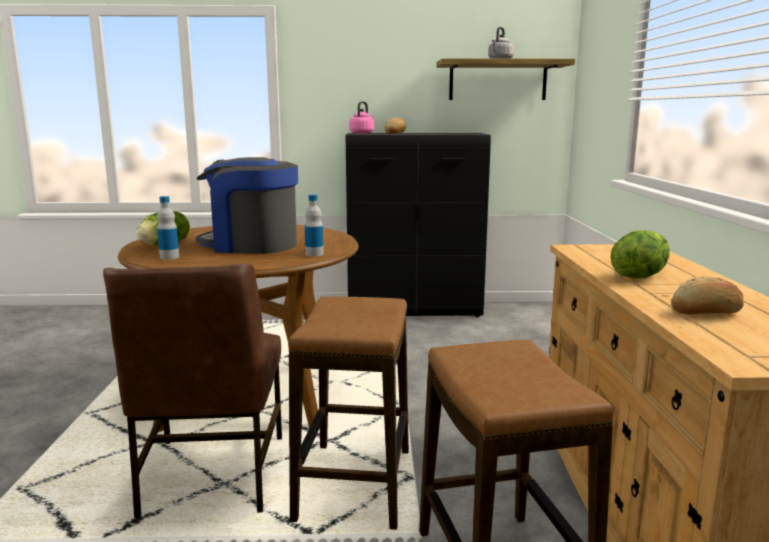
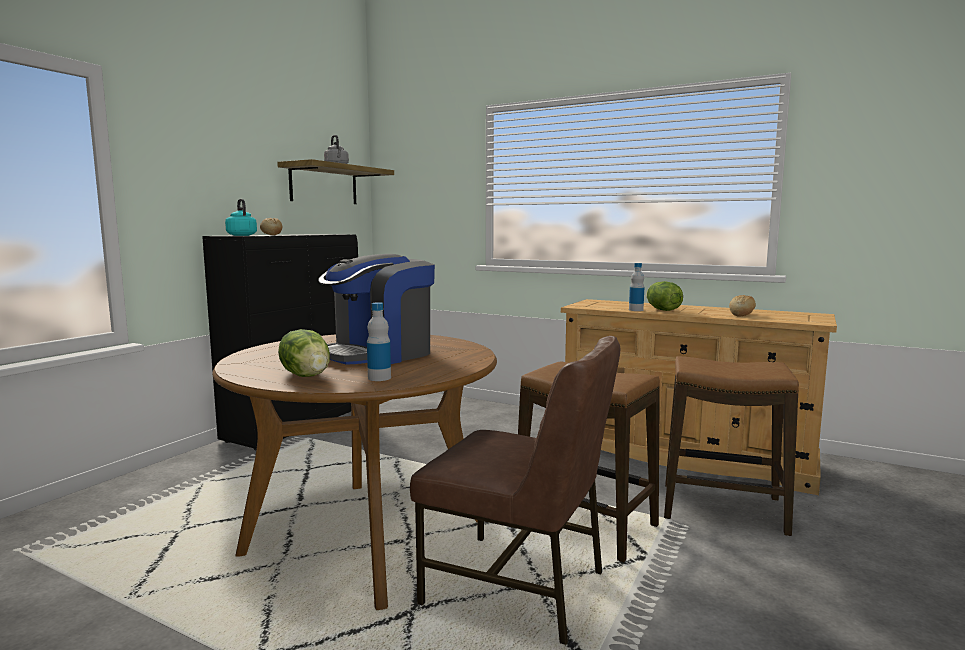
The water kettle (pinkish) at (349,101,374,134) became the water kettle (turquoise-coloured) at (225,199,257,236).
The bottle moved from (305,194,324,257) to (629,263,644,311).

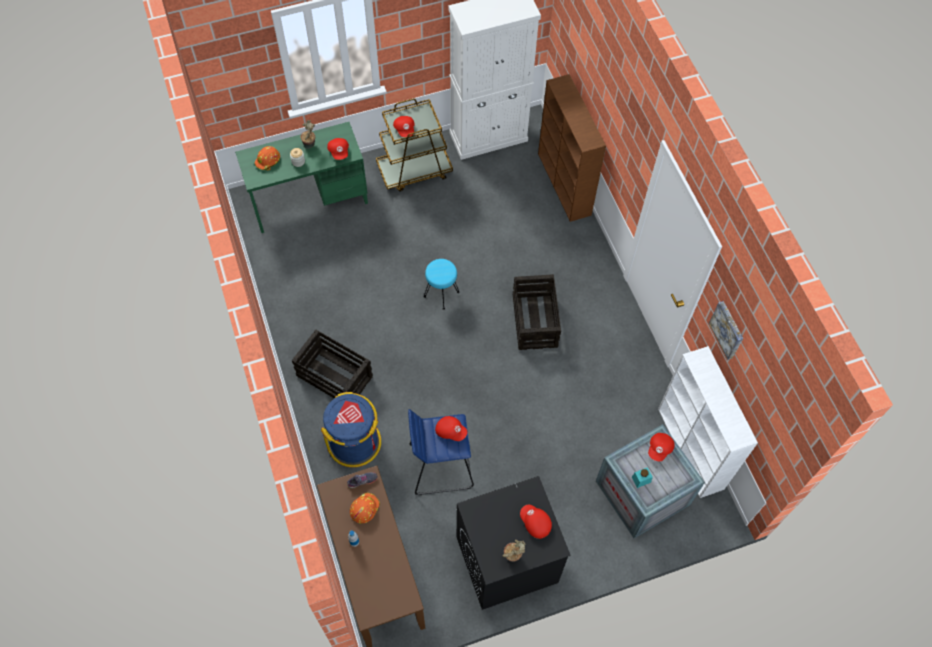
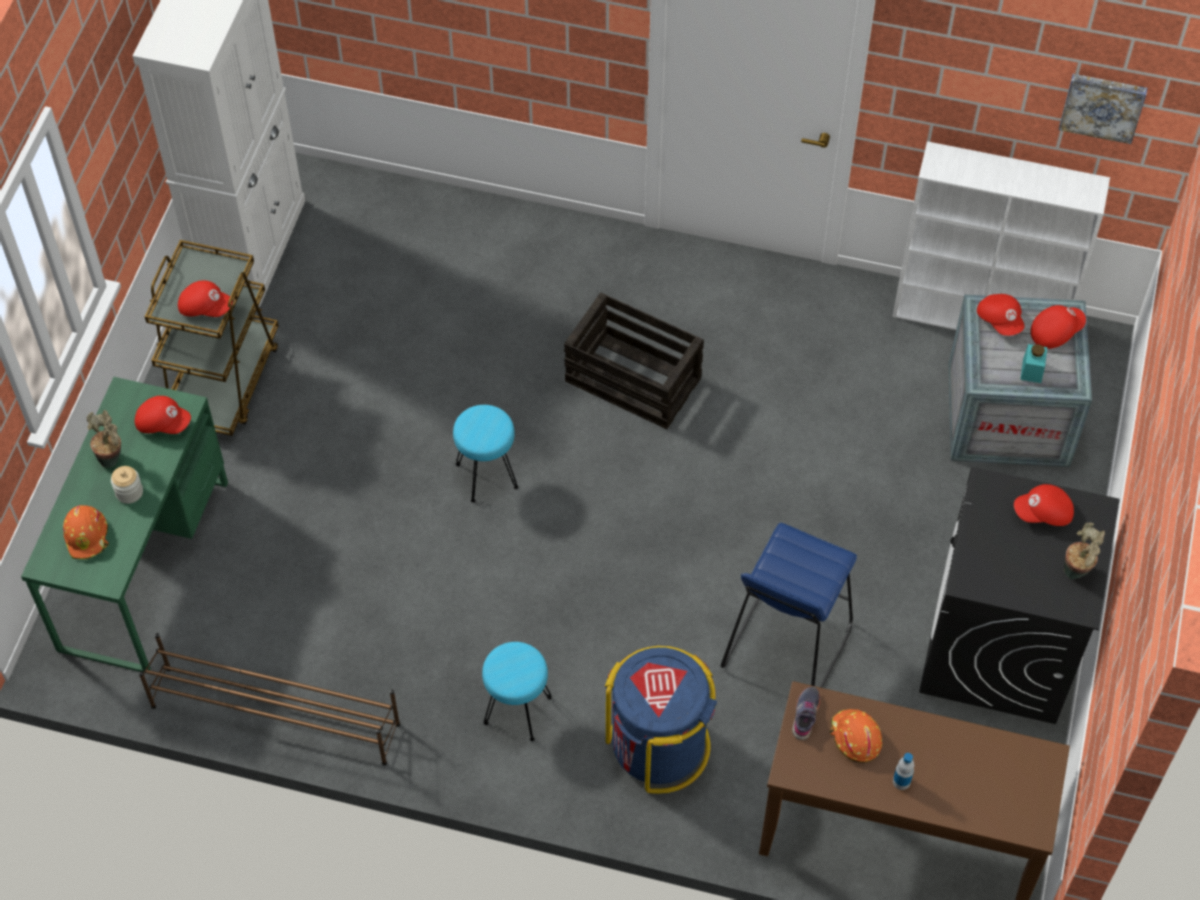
The bookshelf (brownish) at (538,74,606,222) disappeared.
The picture moved from (709,301,743,360) to (1059,74,1147,144).
The shipping crate at (292,330,373,399) was replaced by the stool seat (turquoise-coloured) at (482,642,552,741).
The peaked cap (red) moved from (435,416,467,441) to (1031,305,1086,349).
The shoe rack (brownish) at (139,633,400,765) appeared.

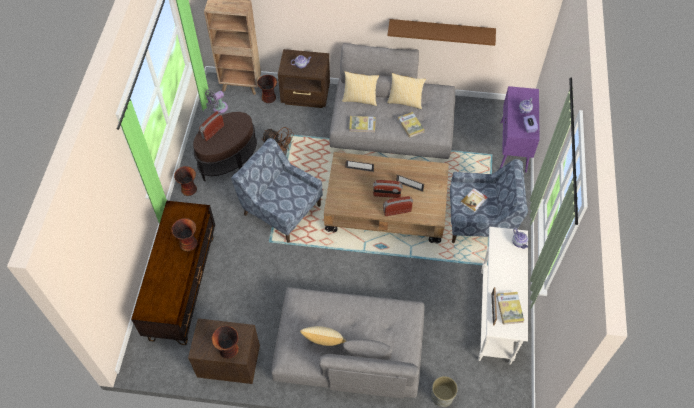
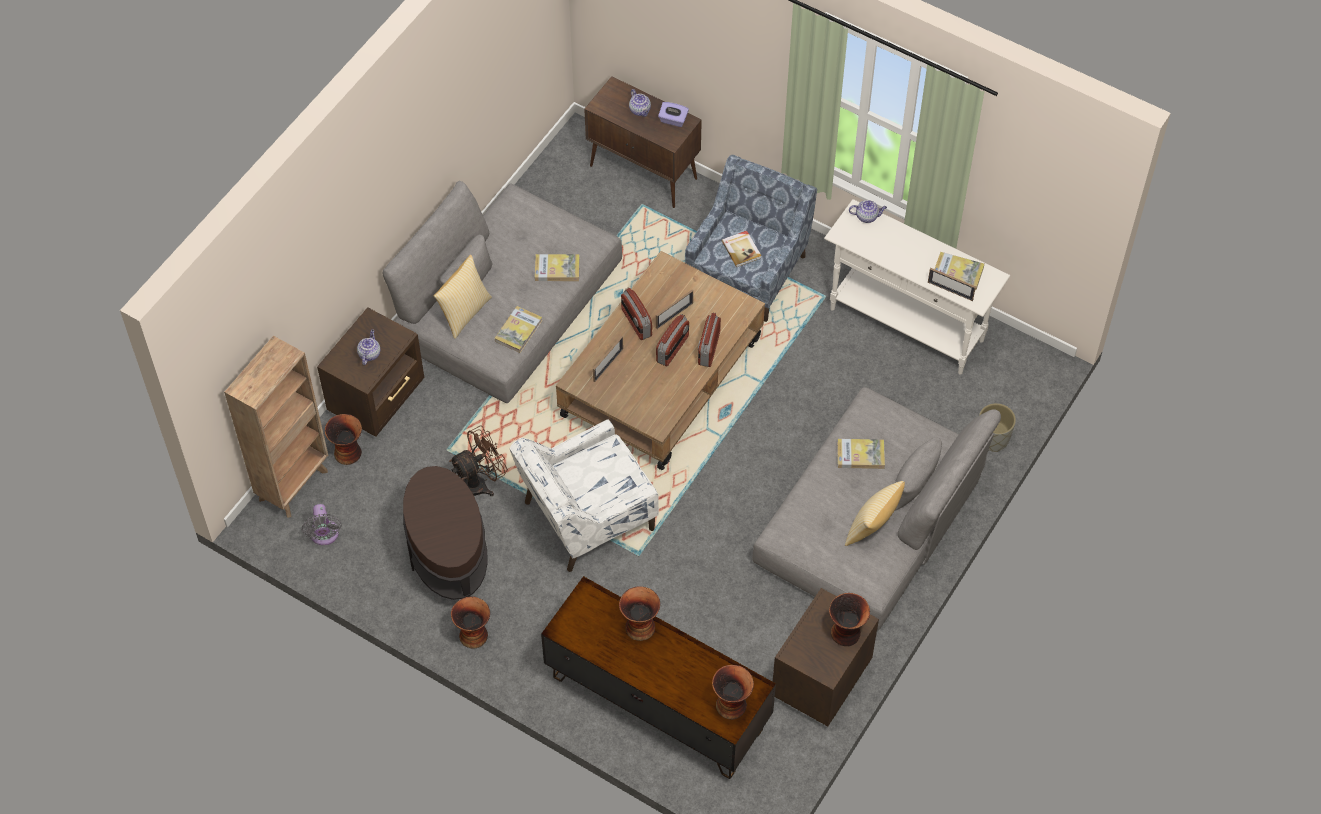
The shelf (brownish) at (388,19,496,46) disappeared.
The pillow at (387,73,426,109) disappeared.
The storage cabinet (purple) at (500,86,540,172) became the storage cabinet (brownish) at (584,76,702,208).
The radio set moved from (199,111,224,141) to (621,288,652,340).
The lounge chair (blue) at (231,138,323,243) became the lounge chair (white) at (509,420,659,572).
The bound book at (837,439,885,469) appeared.
The vase at (712,665,754,720) appeared.

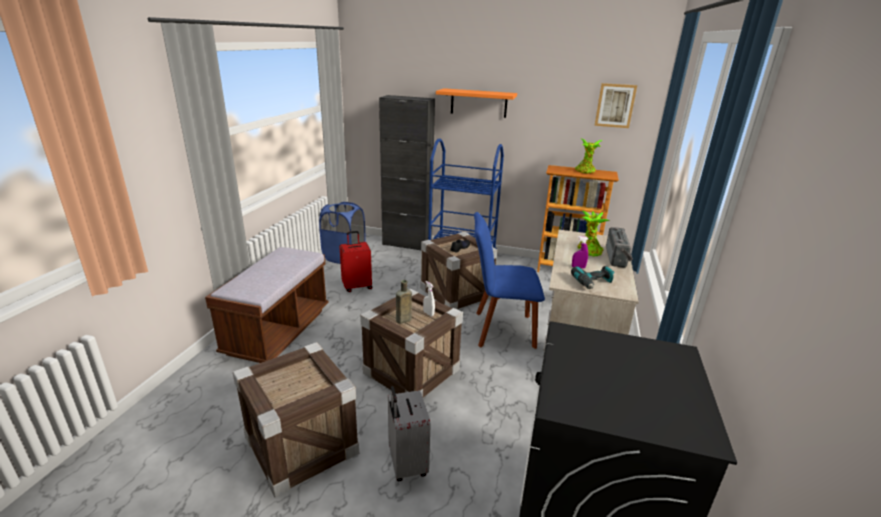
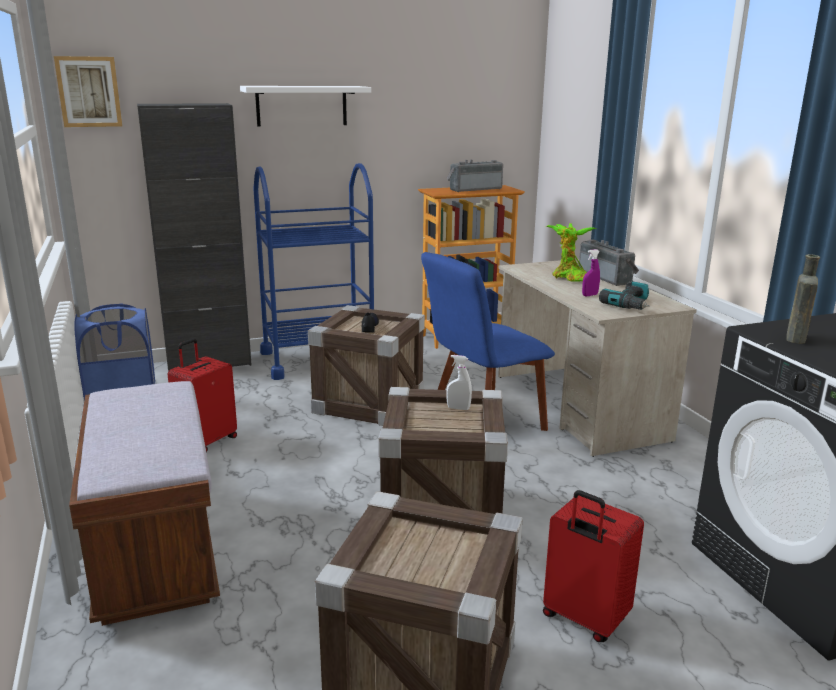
The picture moved from (595,83,637,128) to (54,56,122,127).
The shelf (orange) at (436,88,517,118) became the shelf (white) at (240,86,371,127).
The potted plant at (575,139,603,173) was replaced by the radio set at (447,160,503,192).
The bottle (brownish) moved from (396,280,412,324) to (786,254,820,344).
The travel case (greyish) at (388,386,431,481) became the travel case (red) at (543,490,644,642).

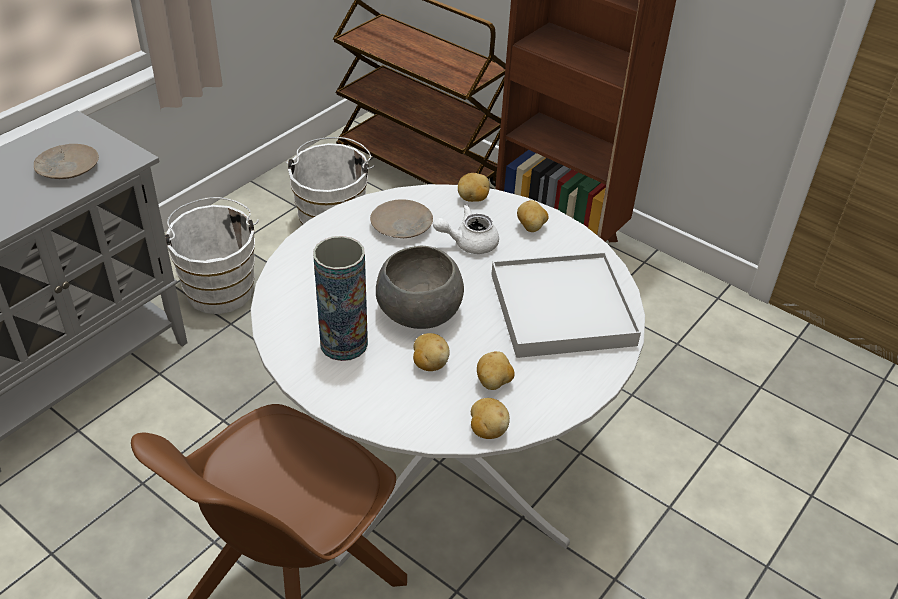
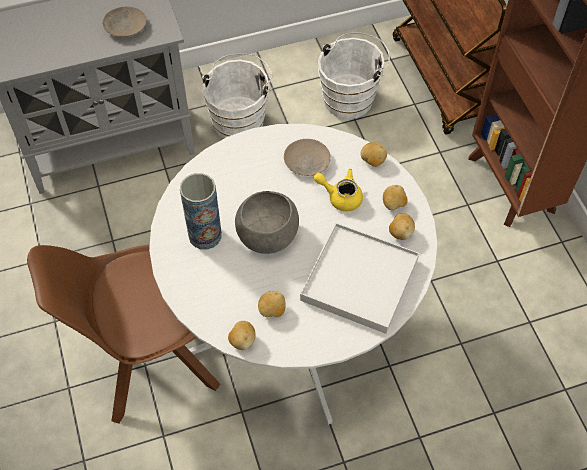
The tea pot (white) at (433,204,499,254) became the tea pot (yellow-coloured) at (314,169,363,211).
The spud moved from (413,333,449,371) to (389,213,415,240).

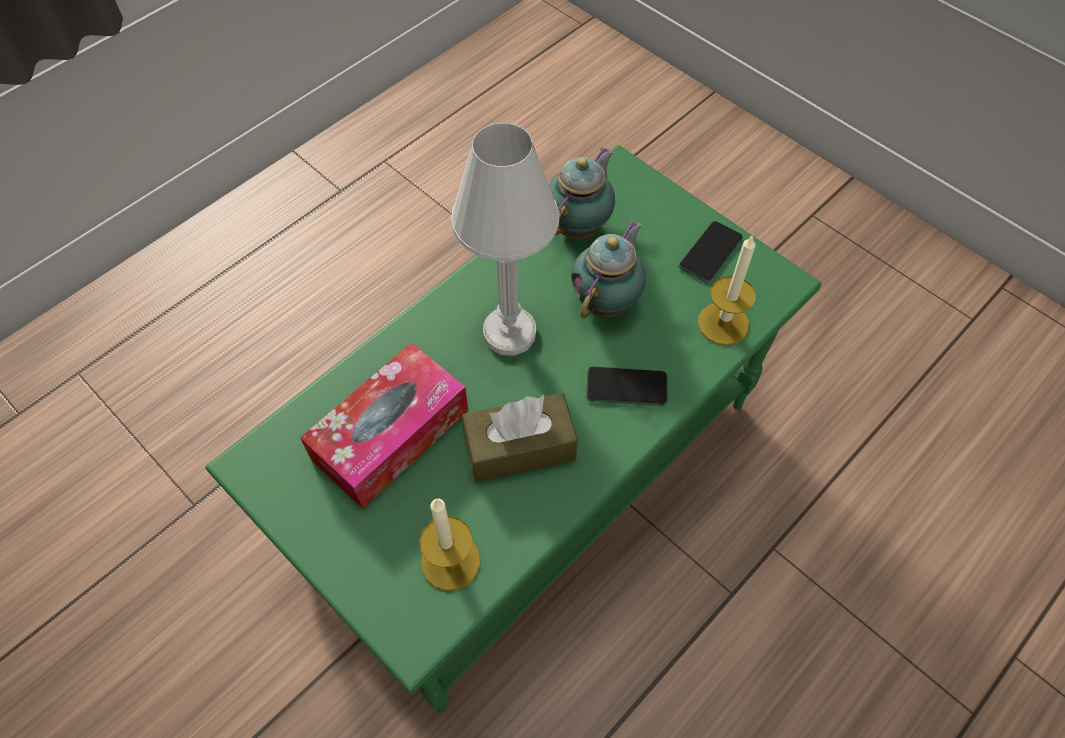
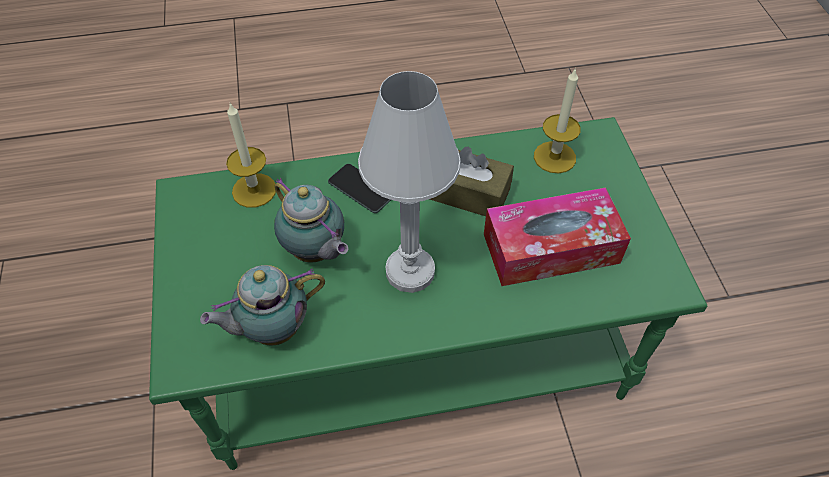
The tea pot at (571,221,646,318) turned 105 degrees counterclockwise.
The handset at (679,221,743,282) disappeared.

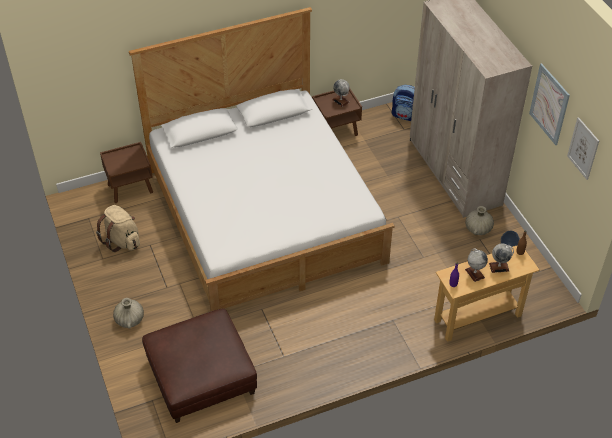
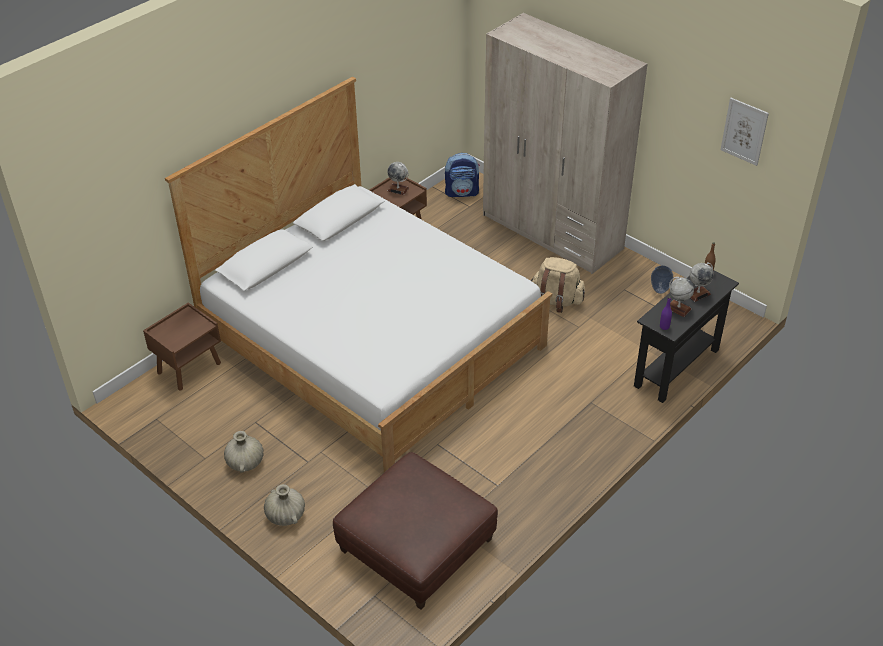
The picture at (529,63,570,145) disappeared.
The backpack (beige-coloured) moved from (96,205,140,252) to (531,257,585,313).
The vase (beige-coloured) moved from (465,206,494,235) to (224,431,264,473).
The console table (beige-coloured) at (434,246,540,342) became the console table (blackish) at (634,270,739,403).

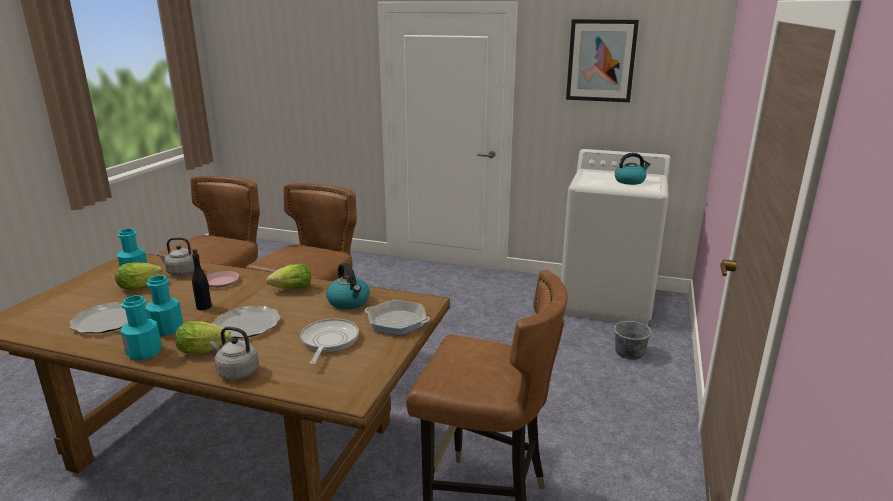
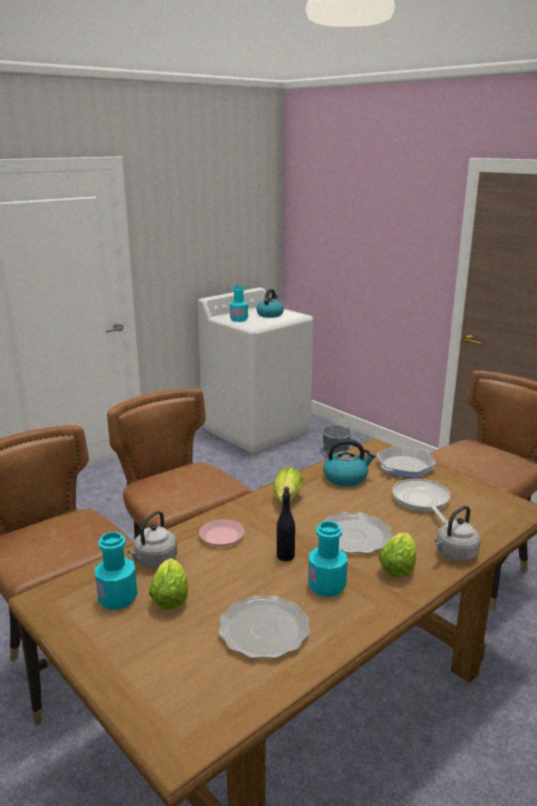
The picture at (566,19,639,102) disappeared.
The bottle (turquoise-coloured) moved from (121,295,161,360) to (230,286,248,322).
The frying pan at (300,319,359,365) turned 45 degrees clockwise.

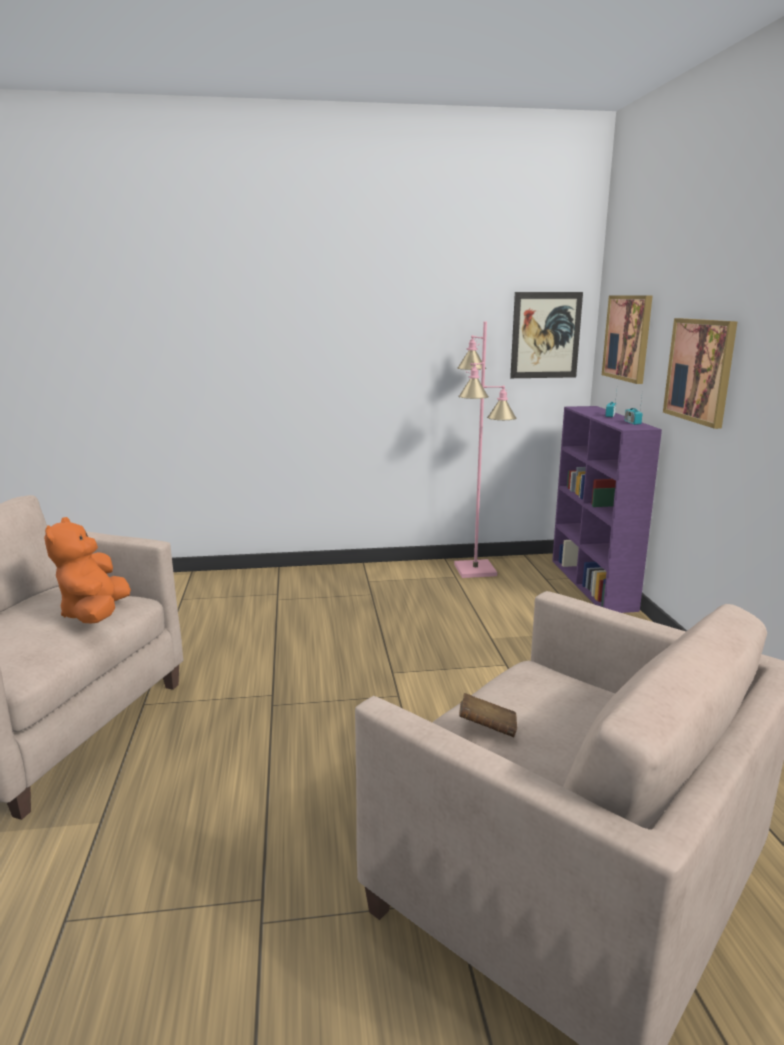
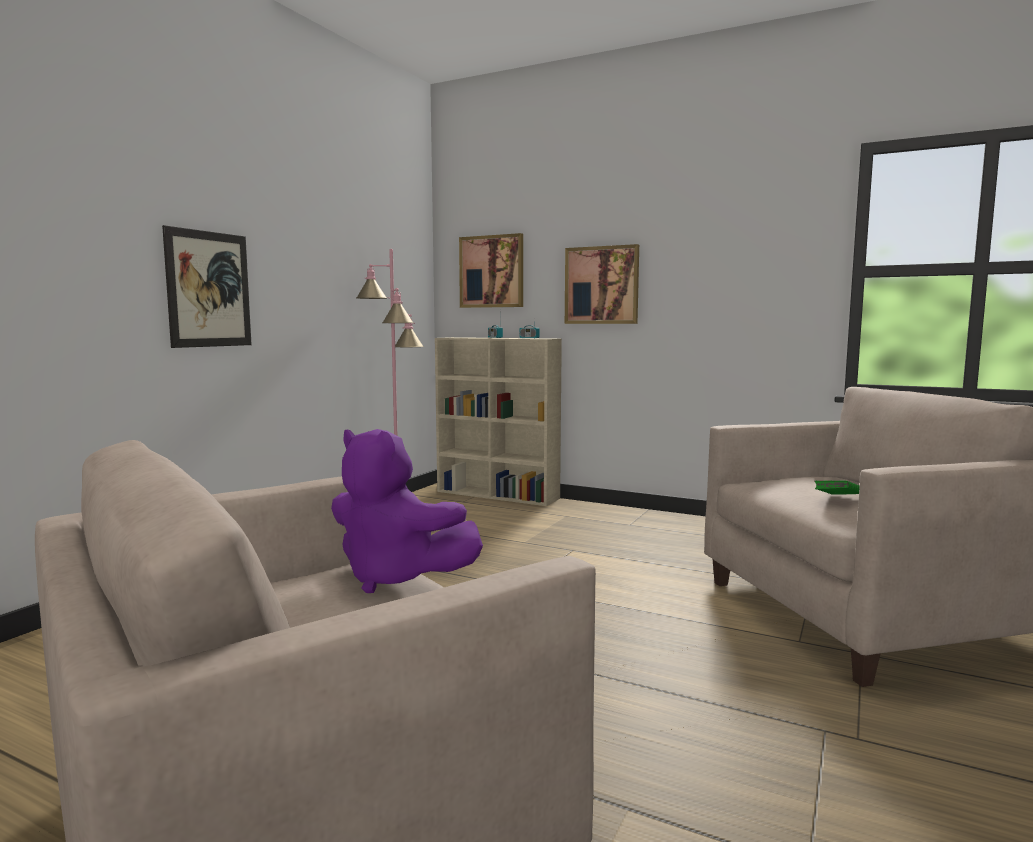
The picture moved from (510,292,583,378) to (162,225,252,348).
The bookshelf (purple) at (552,406,662,613) became the bookshelf (beige-coloured) at (435,337,562,506).
The soft toy (orange) at (44,517,131,624) became the soft toy (purple) at (331,429,483,593).
The bound book (brownish) at (459,693,517,737) became the bound book (green) at (815,481,860,495).

